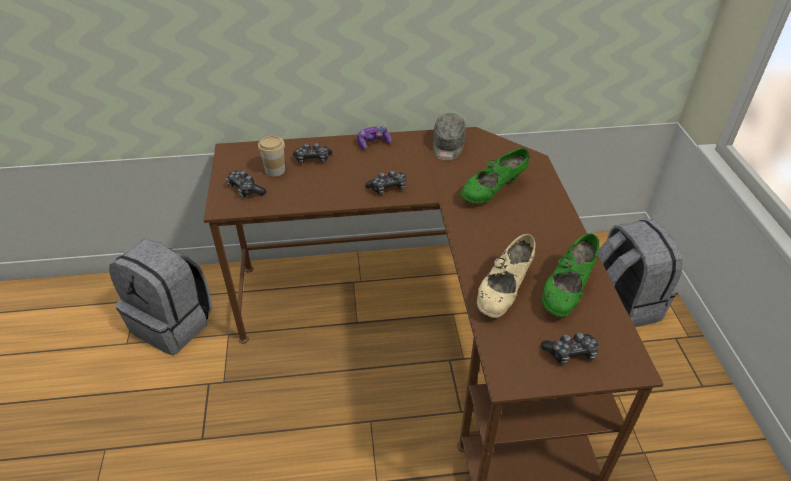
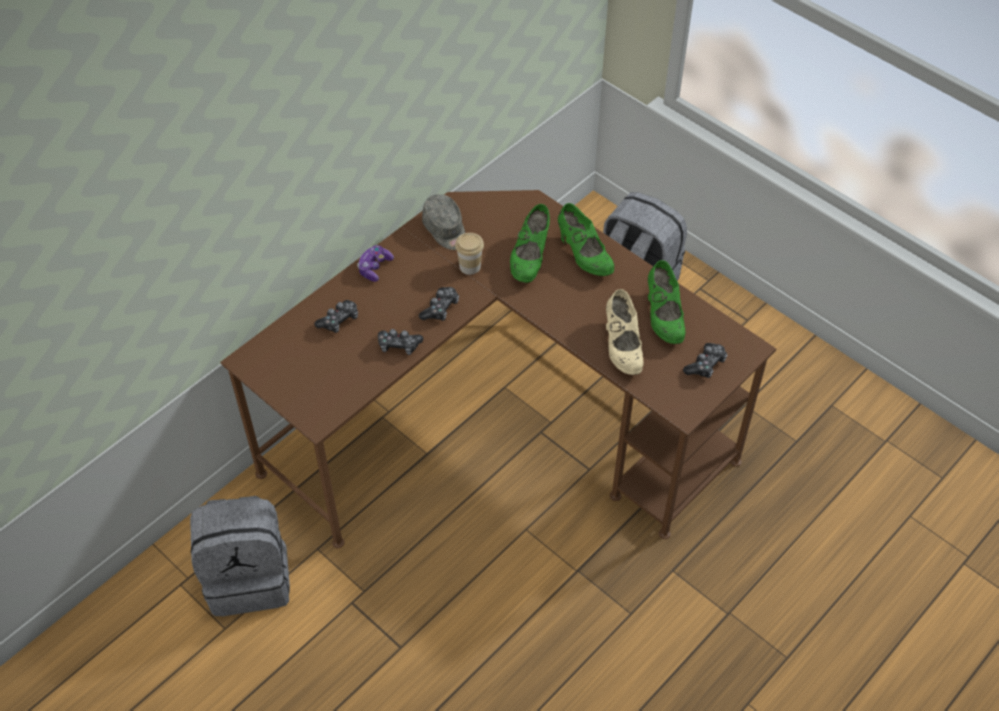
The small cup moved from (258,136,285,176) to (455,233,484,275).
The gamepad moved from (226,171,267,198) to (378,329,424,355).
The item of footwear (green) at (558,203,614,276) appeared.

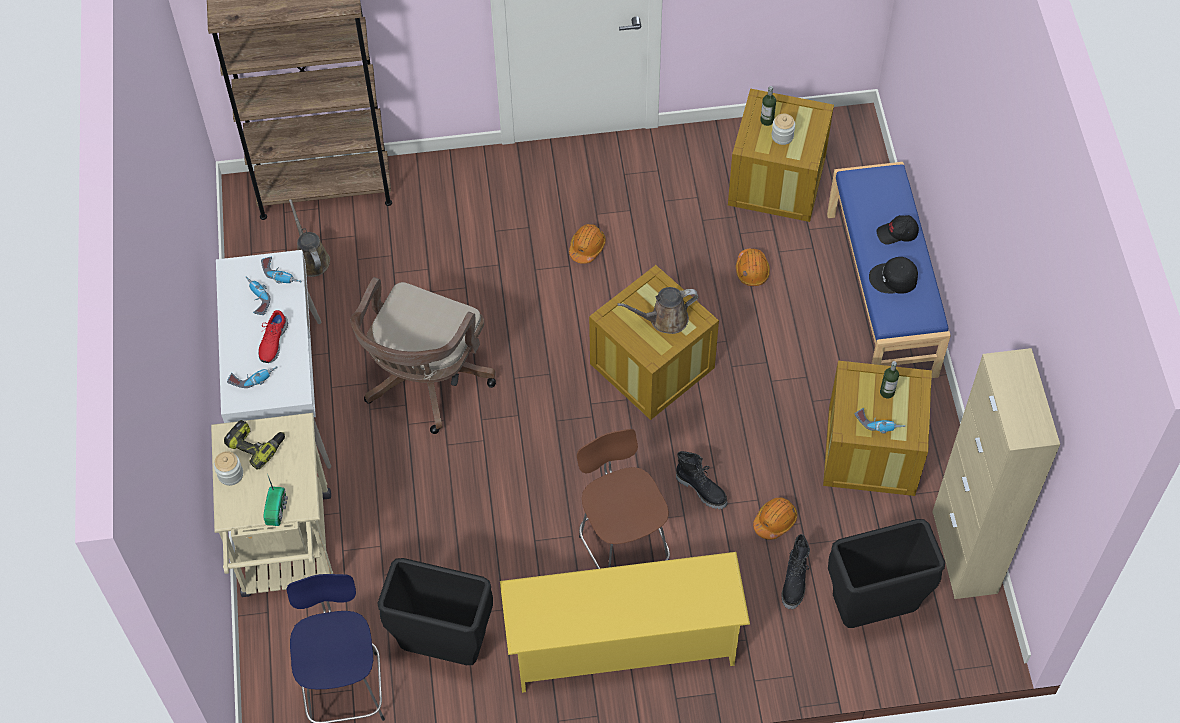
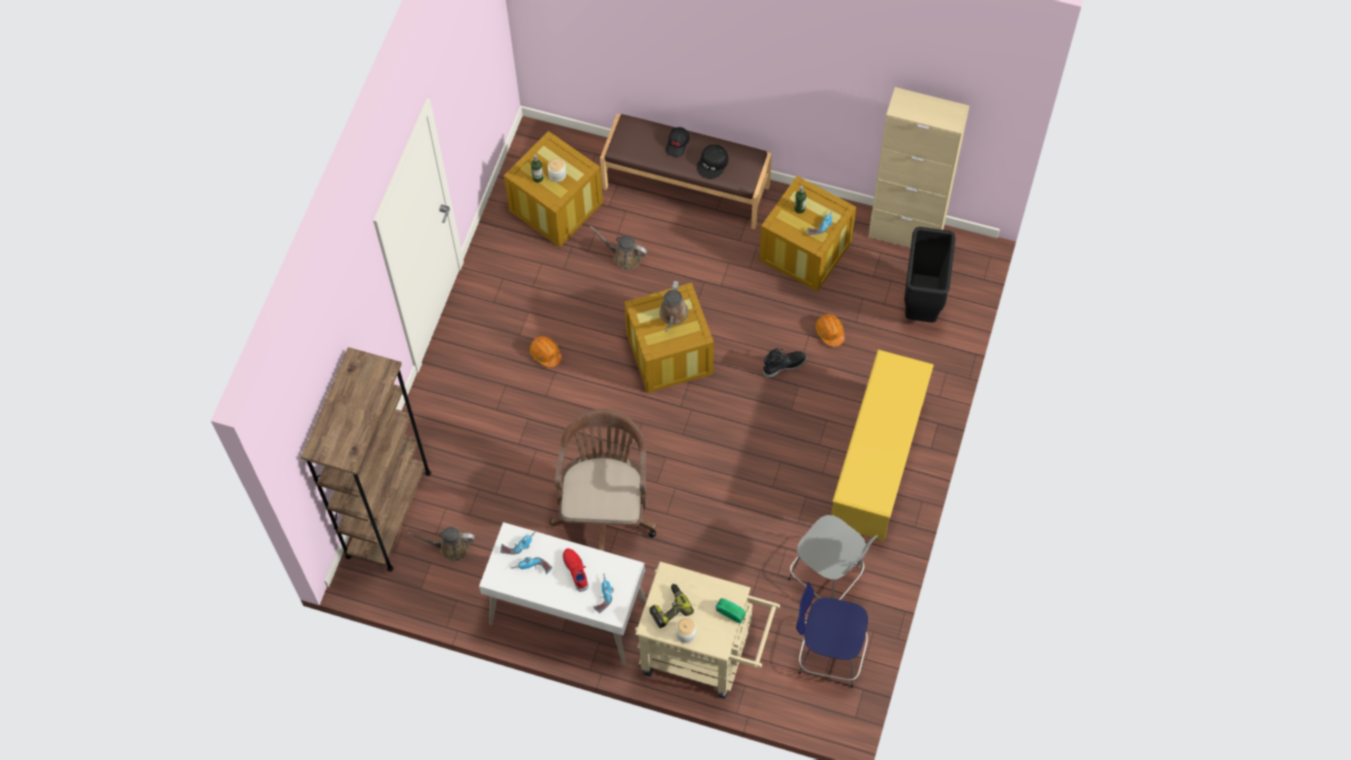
The indoor bench (blue) at (827,162,951,378) became the indoor bench (brownish) at (600,114,772,229).
The hard hat (orange) at (736,249,770,286) was replaced by the watering pot (brownish) at (590,226,647,270).
The computer chair (brownish) at (350,277,496,434) turned 135 degrees counterclockwise.
The item of footwear (red) at (258,310,288,363) turned 150 degrees counterclockwise.
The stool seat (brownish) at (577,429,670,569) disappeared.
The tall boot (blackish) at (782,534,810,609) disappeared.
The rubbish bin (blackish) at (377,558,493,665) was replaced by the stool seat (greyish) at (788,515,878,600).

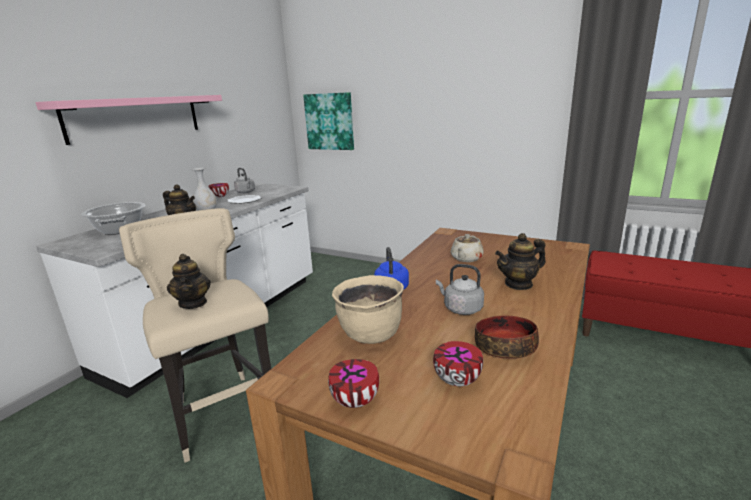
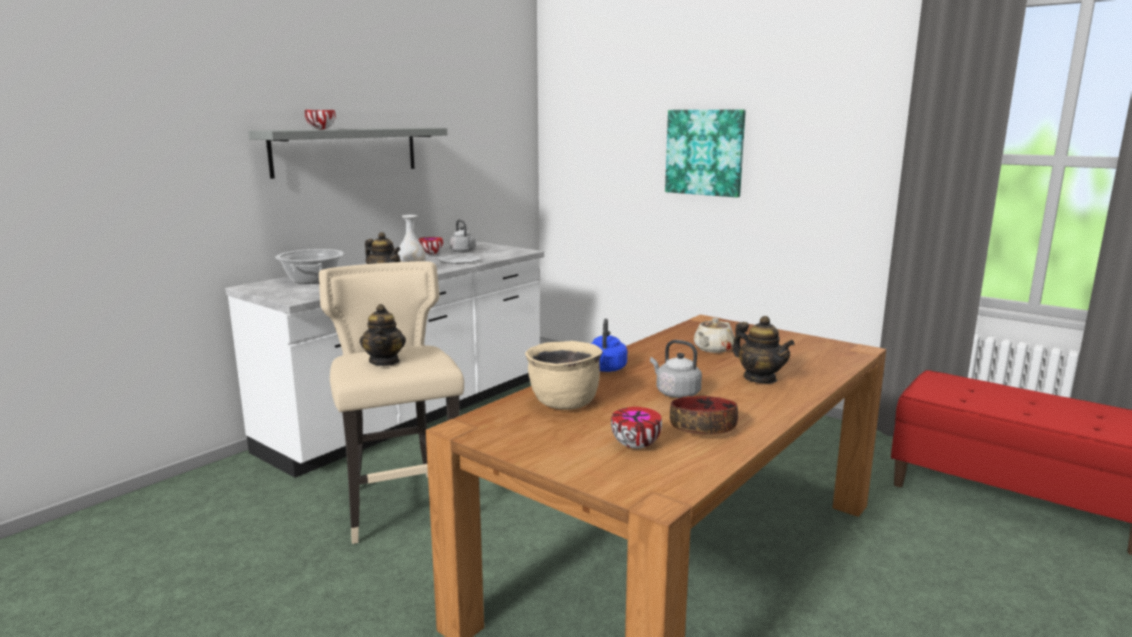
The picture moved from (303,92,354,150) to (665,110,746,197).
The shelf (pinkish) at (35,95,222,145) became the shelf (greyish) at (248,128,447,179).
The tea pot at (495,233,546,290) turned 120 degrees counterclockwise.
The bowl moved from (328,359,379,408) to (305,110,336,129).

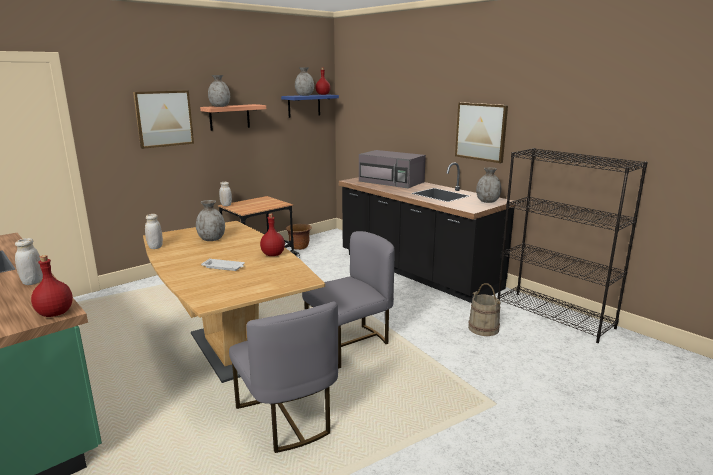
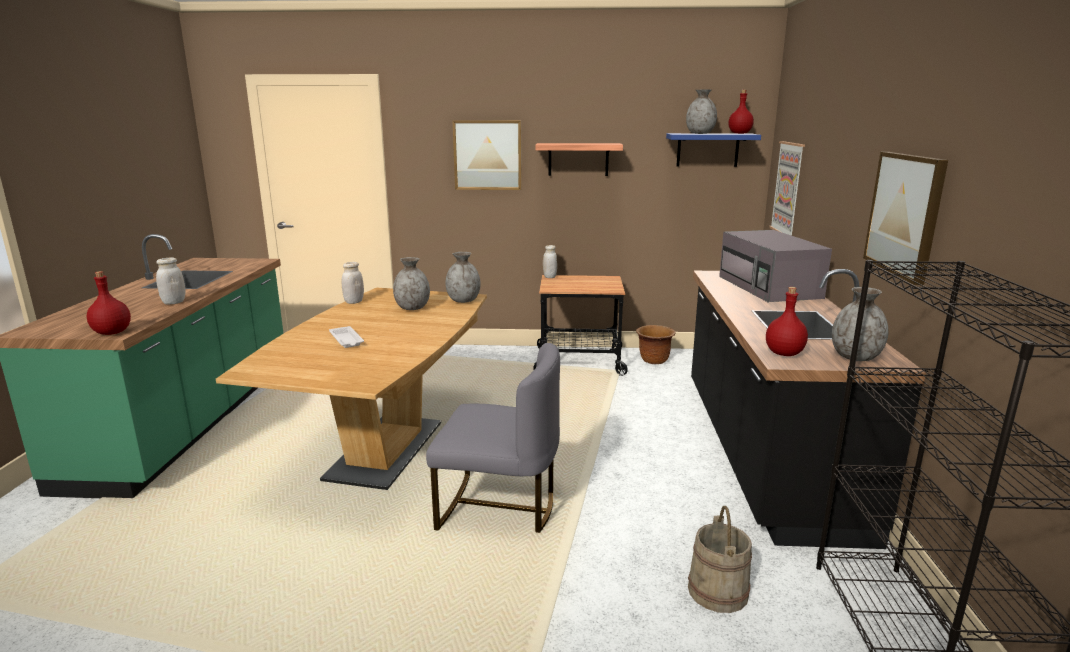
The vase (greyish) moved from (208,75,230,107) to (445,252,481,303).
The bottle (red) moved from (260,214,285,256) to (766,287,808,356).
The chair (greyish) at (229,302,338,453) disappeared.
The picture at (769,141,805,236) appeared.

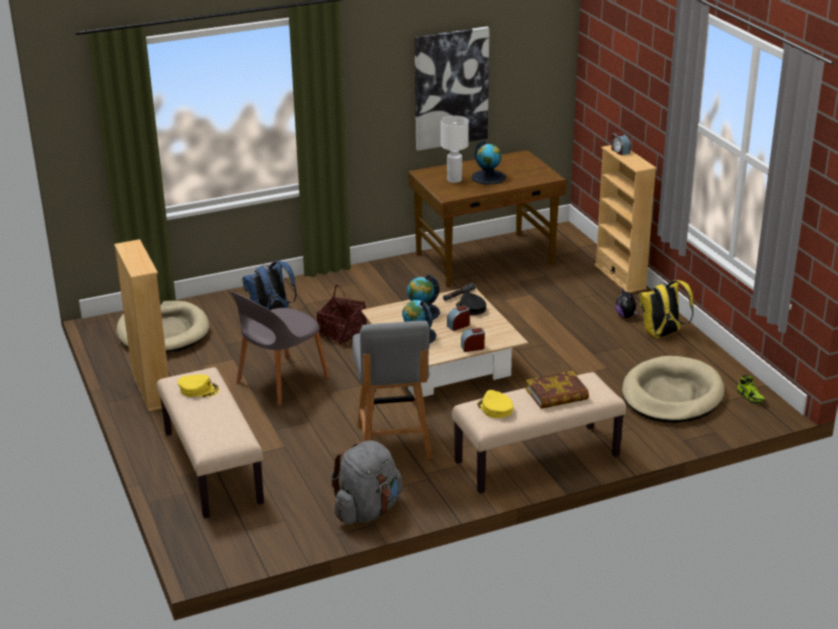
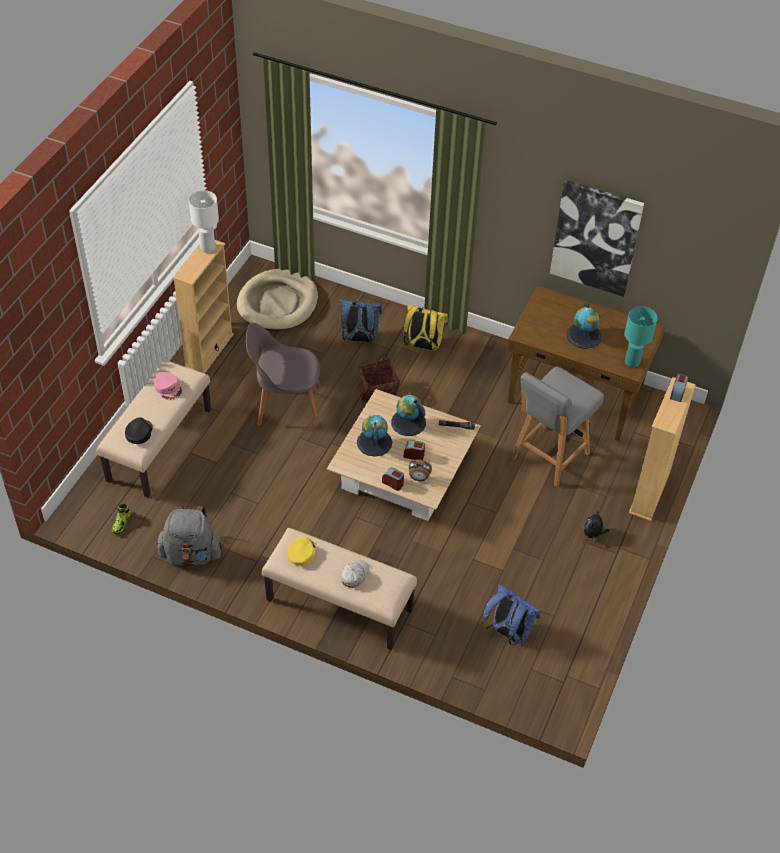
The table lamp (white) moved from (441,116,469,183) to (189,190,219,253).
The backpack (yellow-coloured) moved from (639,280,694,338) to (404,304,448,351).
The peaked cap (blackish) moved from (456,292,486,315) to (125,417,153,444).
The chair (greyish) moved from (352,321,432,459) to (511,366,604,487).
The dog bed (beige-coloured) at (622,356,725,423) was replaced by the backpack (blue) at (482,584,540,646).
The bound book at (525,371,589,409) was replaced by the peaked cap (white) at (341,560,370,588).
The peaked cap (yellow-coloured) at (177,374,219,397) became the peaked cap (pinkish) at (154,371,182,400).
The item of footwear moved from (737,375,766,405) to (112,503,131,535).
The table lamp (turquoise-coloured) at (624,306,658,368) appeared.
The alarm clock at (409,459,432,481) appeared.

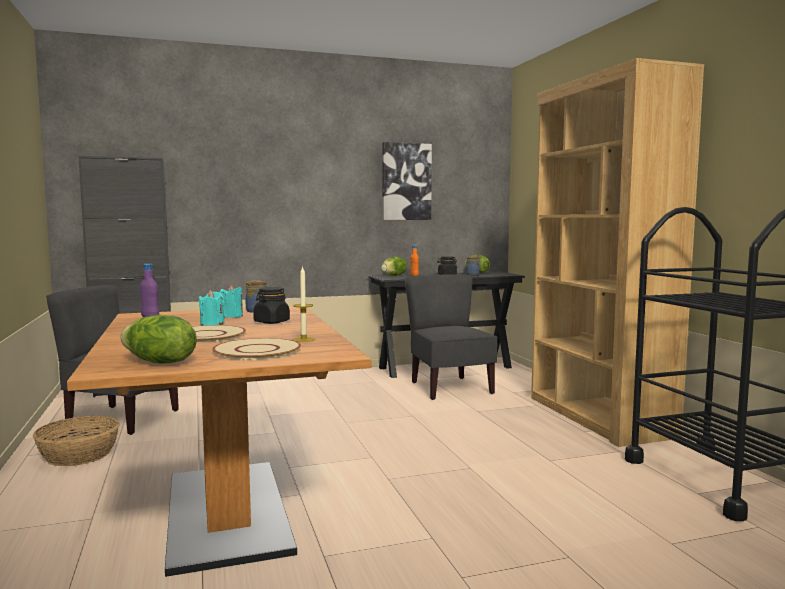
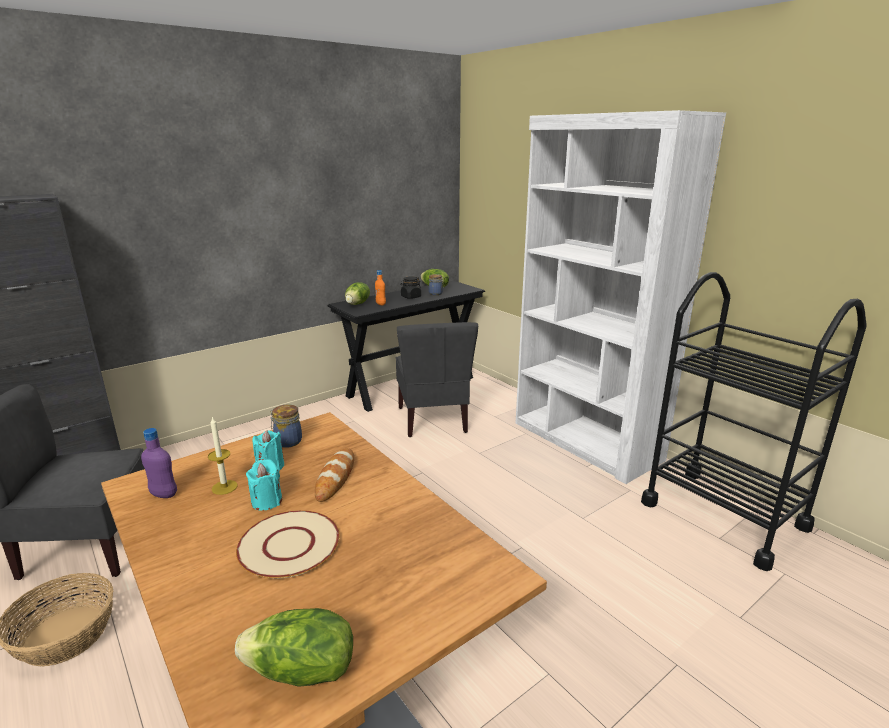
The bookshelf (brownish) at (531,58,704,447) became the bookshelf (white) at (516,110,726,484).
The picture at (382,142,432,220) disappeared.
The wax candle moved from (292,266,315,342) to (208,416,238,495).
The chair (greyish) at (405,274,497,400) turned 150 degrees counterclockwise.
The storage jar (blackish) at (253,287,290,324) was replaced by the bread at (315,448,354,502).
The dinner plate (beige-coloured) at (212,338,301,360) disappeared.

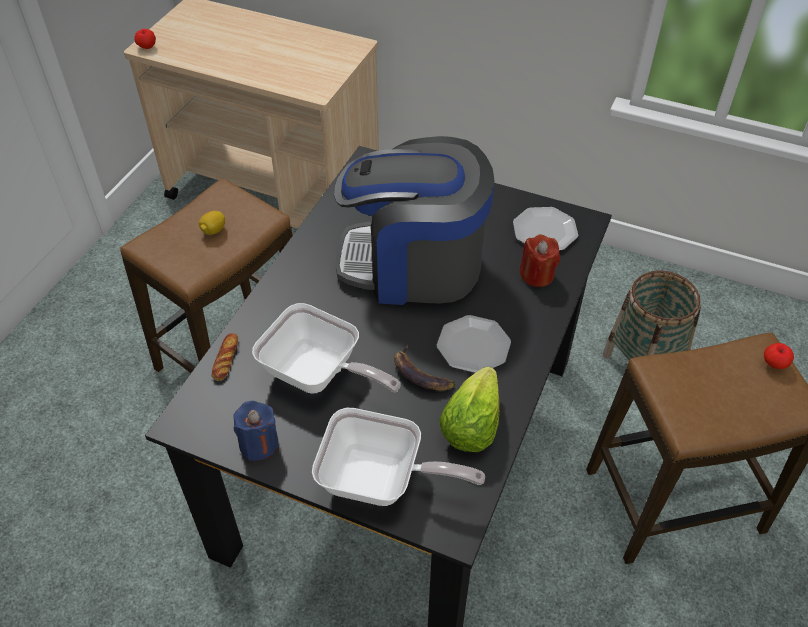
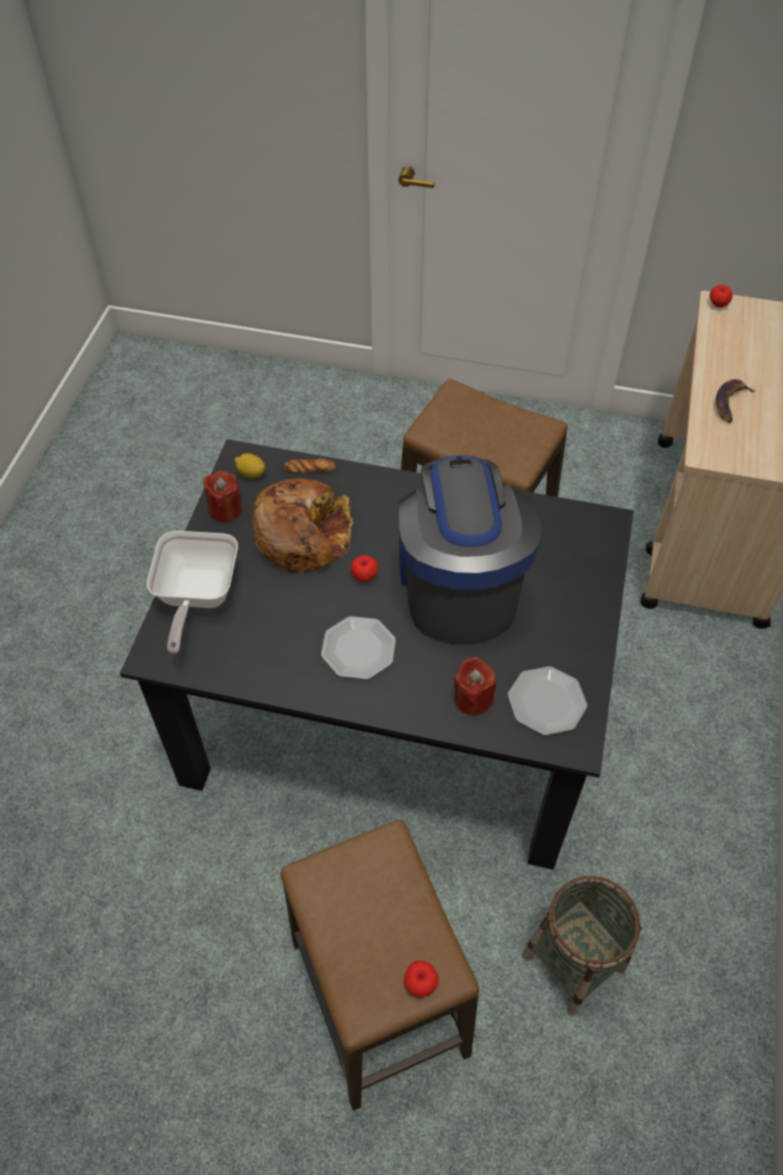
The lemon moved from (199,211,225,235) to (235,453,265,479).
The frying pan at (252,303,401,394) was replaced by the bread at (253,479,353,573).
The banana moved from (394,345,455,391) to (716,379,755,423).
The lettuce at (439,367,500,452) disappeared.
The wax candle (blue) at (233,401,279,461) became the wax candle (red) at (203,471,242,522).
The whole apple at (351,555,378,582) appeared.

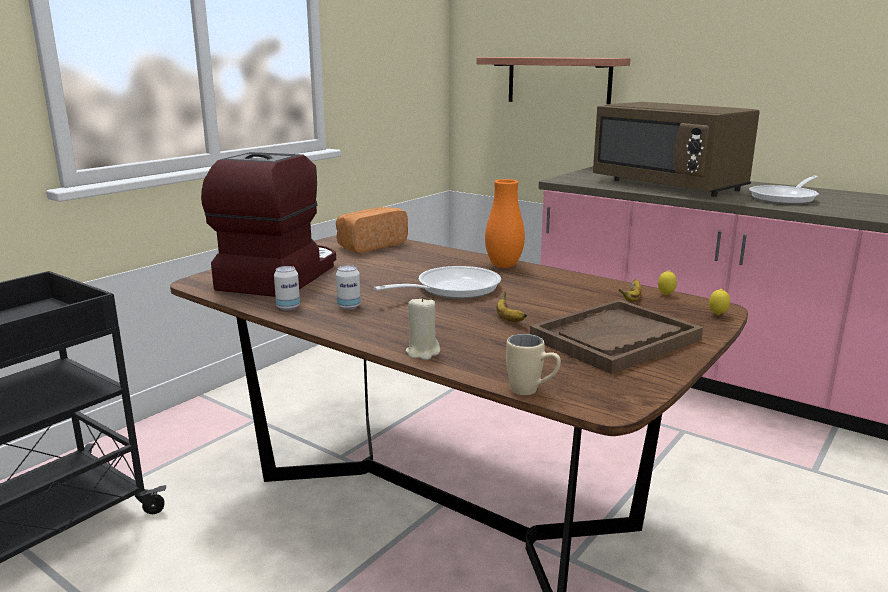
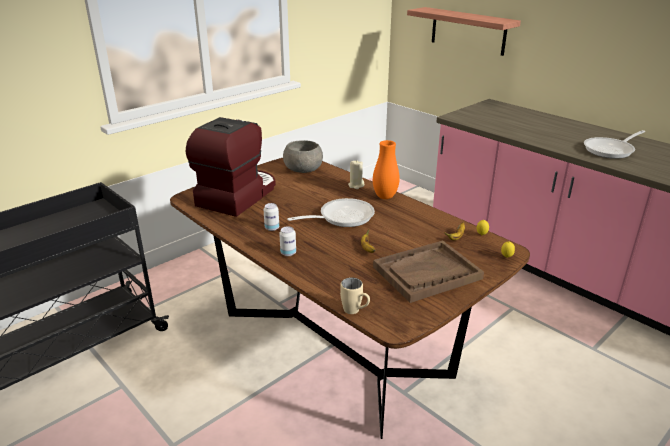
The microwave (brownish) at (593,102,760,197) disappeared.
The bread at (336,207,408,253) was replaced by the bowl (greyish) at (283,140,323,173).
The can moved from (274,266,300,310) to (279,226,296,256).
The wax candle (beige-coloured) moved from (406,296,440,360) to (348,161,364,189).

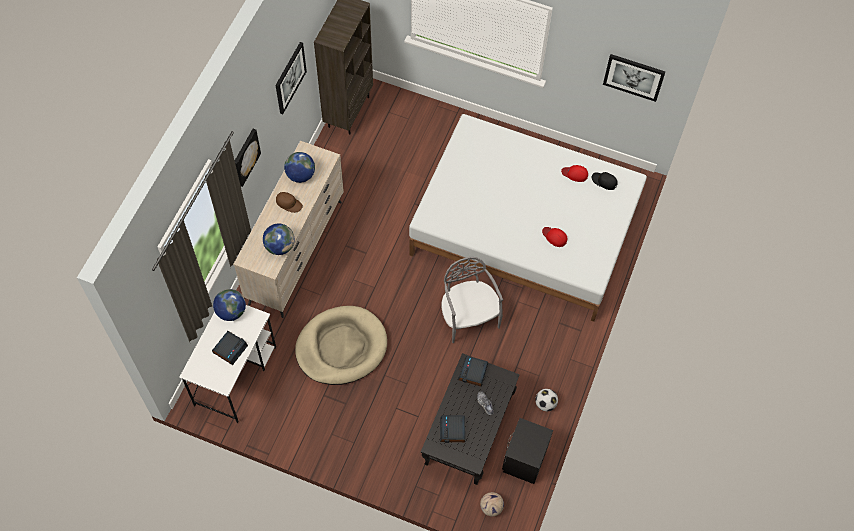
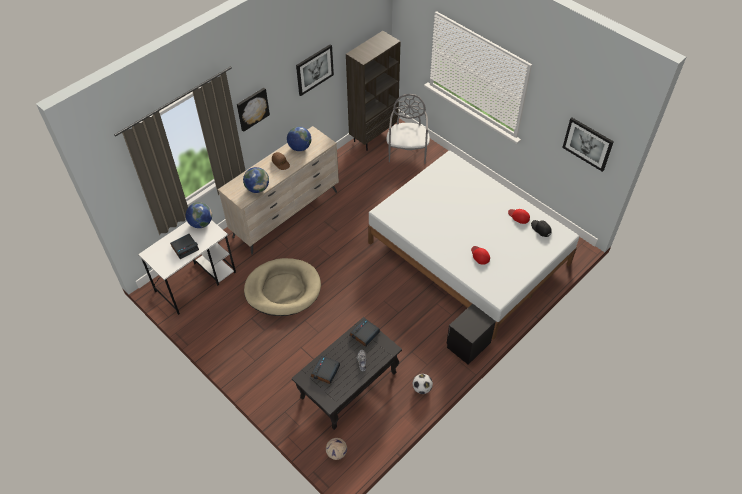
The chair (greyish) moved from (441,257,503,343) to (386,94,430,164).
The night table (blackish) moved from (502,418,553,484) to (446,304,496,365).

